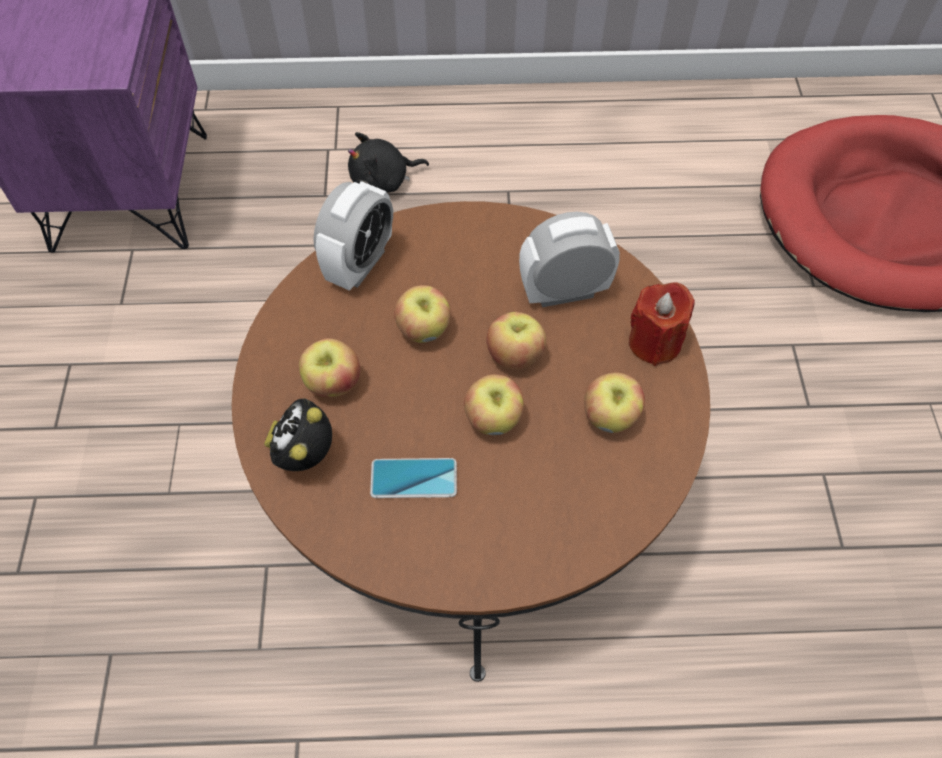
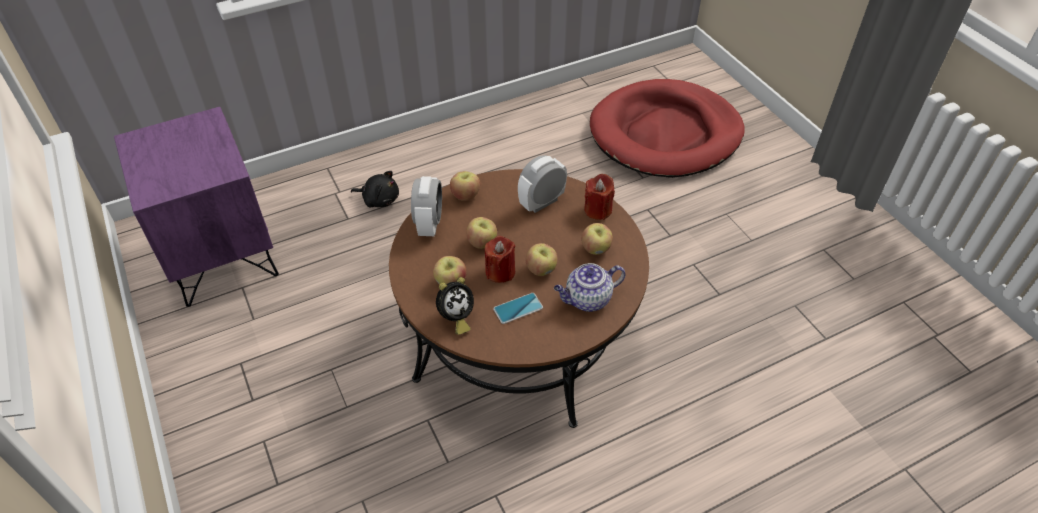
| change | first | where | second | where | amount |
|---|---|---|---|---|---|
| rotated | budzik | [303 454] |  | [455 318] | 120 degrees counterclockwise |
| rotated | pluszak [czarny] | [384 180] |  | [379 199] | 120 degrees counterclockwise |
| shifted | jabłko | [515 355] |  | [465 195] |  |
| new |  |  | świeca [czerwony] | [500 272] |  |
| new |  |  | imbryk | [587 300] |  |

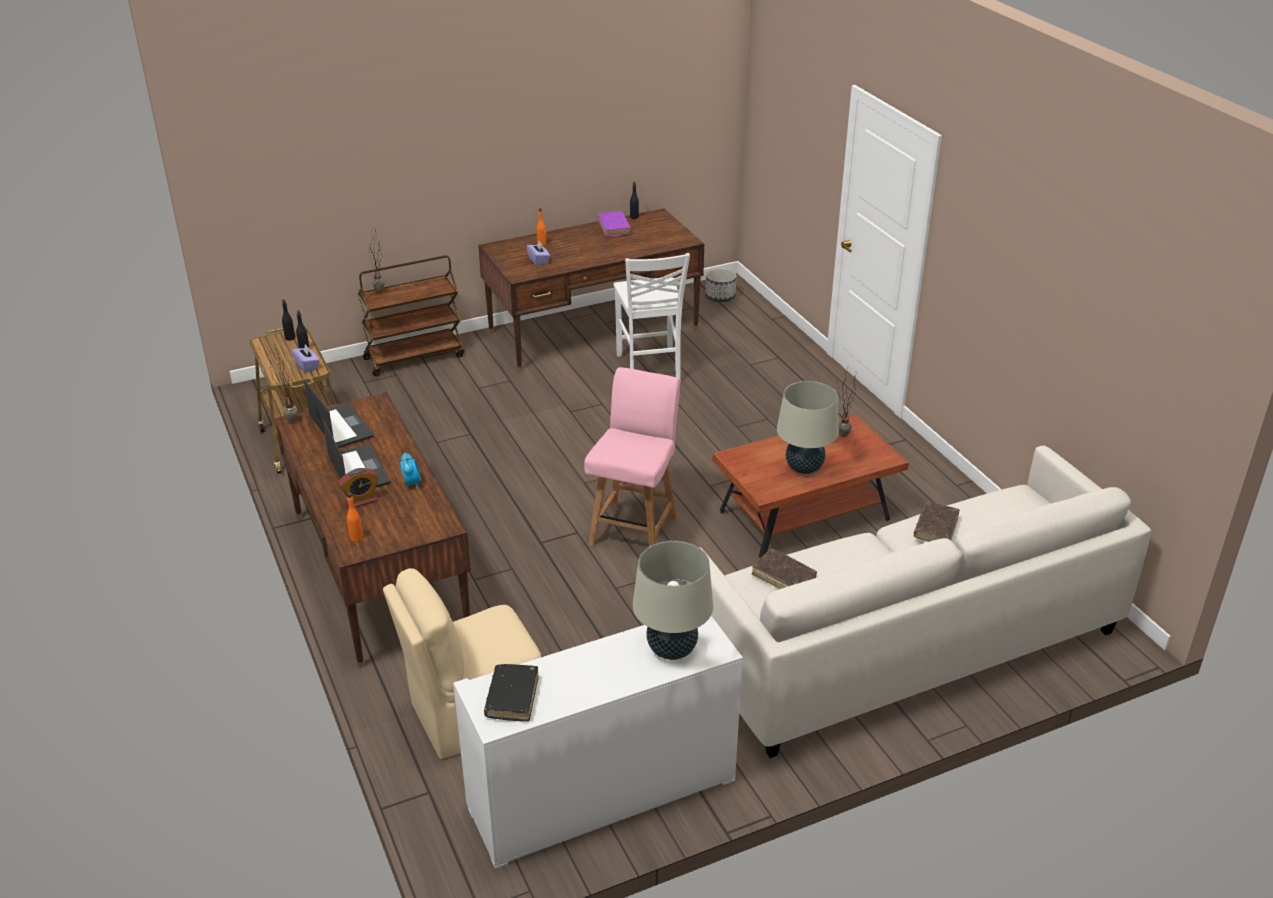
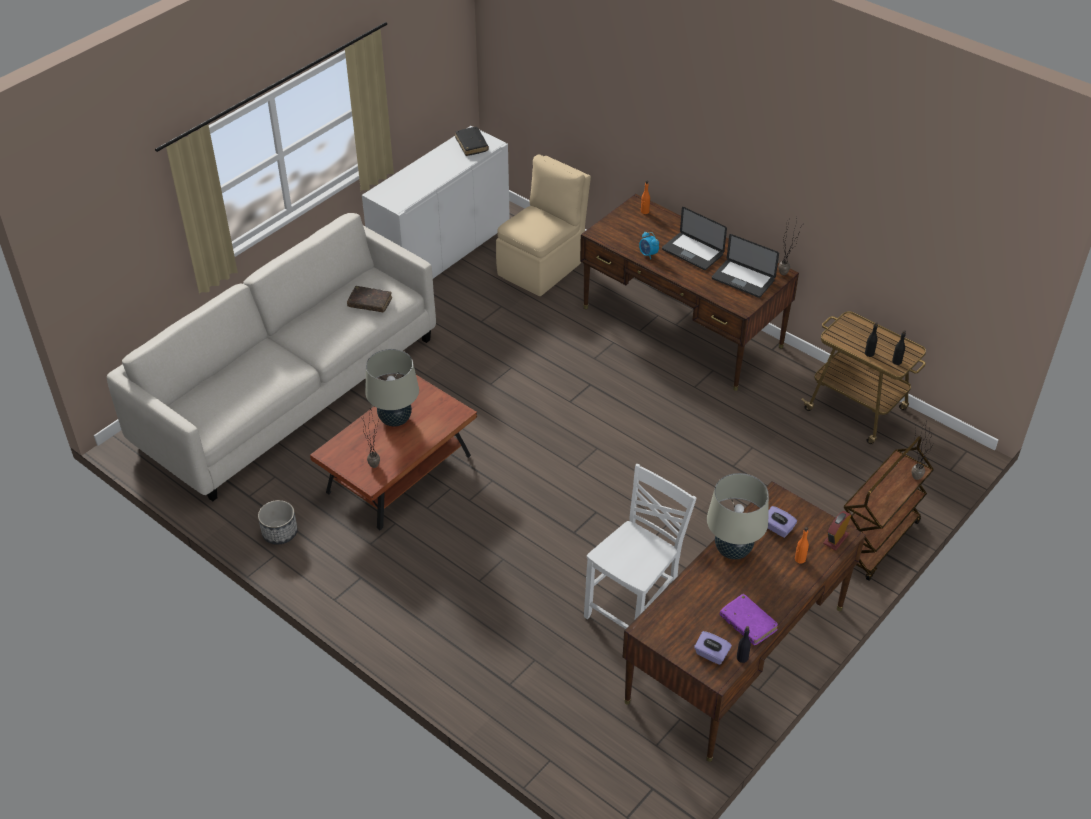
| change | first | where | second | where | amount |
|---|---|---|---|---|---|
| shifted | pudełko chusteczek [fioletowy] | [307 366] |  | [711 654] |  |
| shifted | budzik | [361 501] |  | [835 539] |  |
| gone | krzesło [różowy] | [634 529] |  |  |  |
| rotated | krzesło [biały] | [649 370] |  | [634 610] | 75 degrees clockwise |
| shifted | lampa stołowa [beżowy] | [671 650] |  | [733 550] |  |
| shifted | donica | [720 297] |  | [279 533] |  |
| gone | książka [brązowy] | [935 528] |  |  |  |

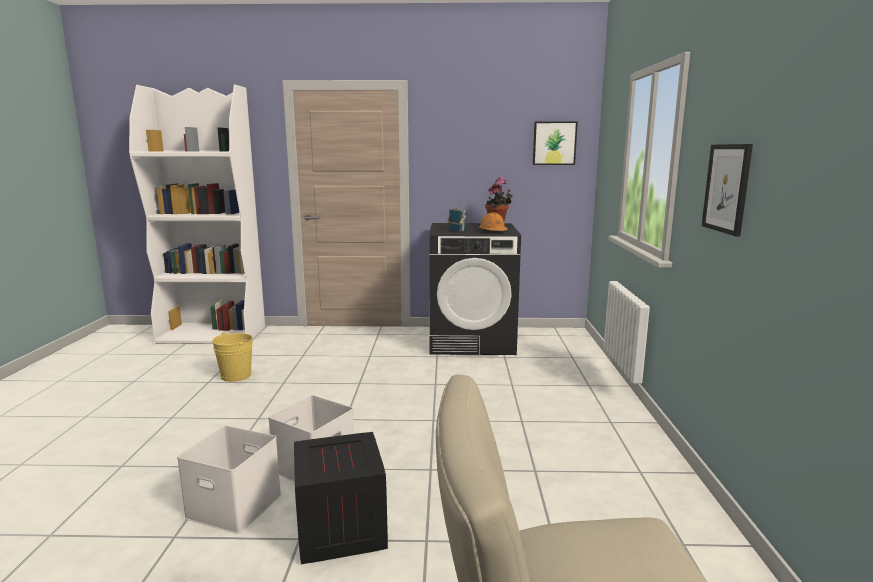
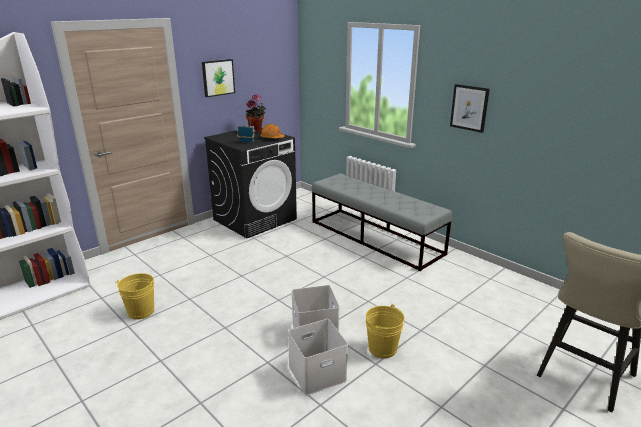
| change | first | where | second | where | amount |
|---|---|---|---|---|---|
| swapped | skrzynka | [339 528] | wiadro [żółty] | [382 348] |  |
| shifted | obraz | [554 143] |  | [218 77] |  |
| new |  |  | ławka [szary] | [375 237] |  |

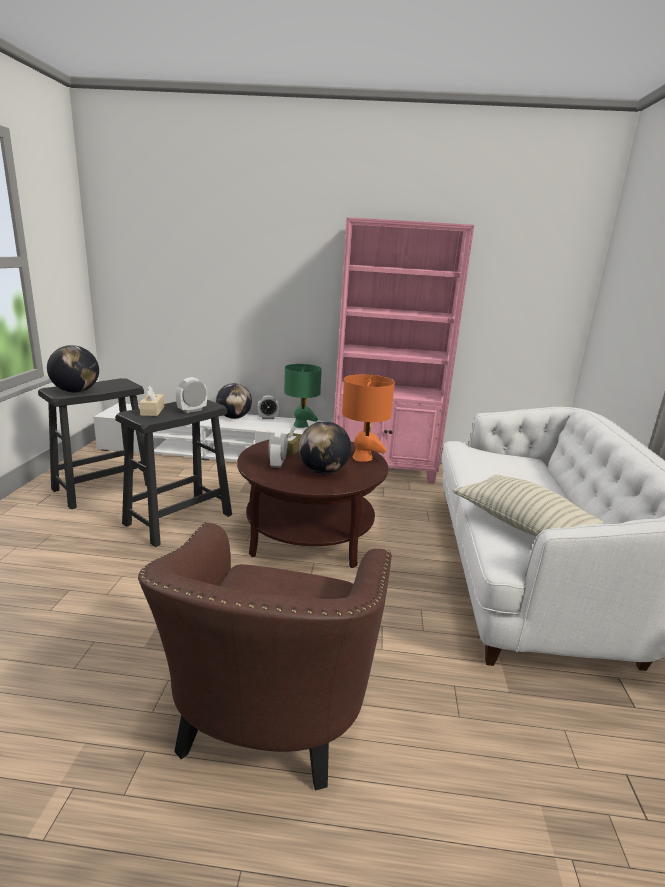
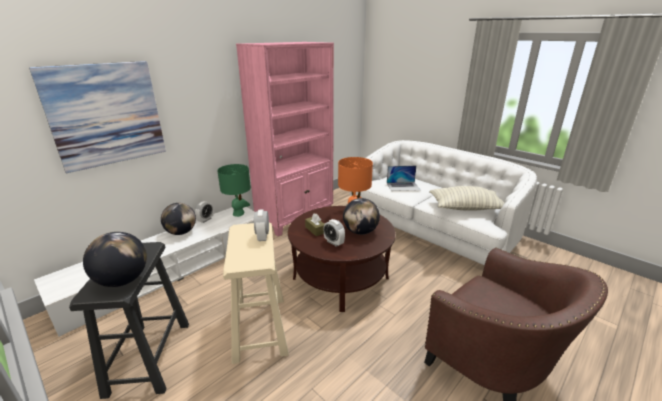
| change | first | where | second | where | amount |
|---|---|---|---|---|---|
| repainted | stołek [czarny] | [178 519] | stołek [beżowy] | [260 329] |  |
| gone | pudełko chusteczek [beżowy] | [152 411] |  |  |  |
| new |  |  | obraz | [106 115] |  |
| new |  |  | laptop | [403 186] |  |

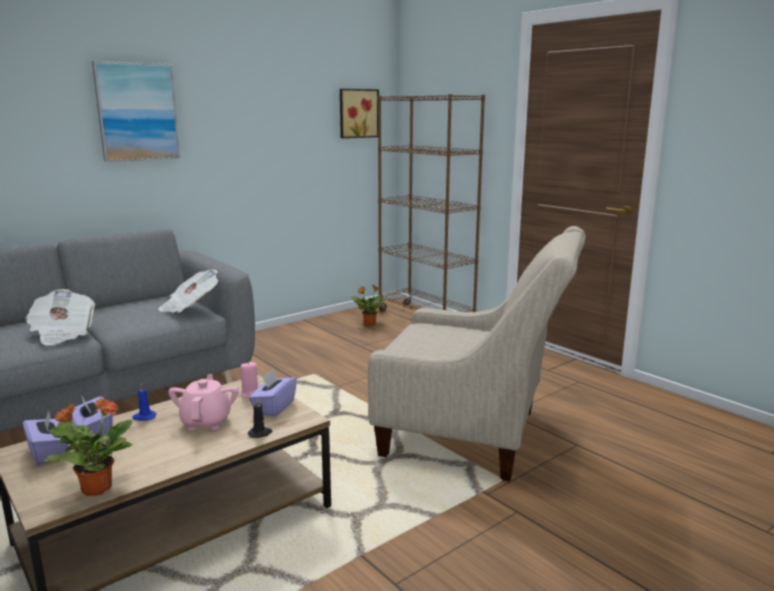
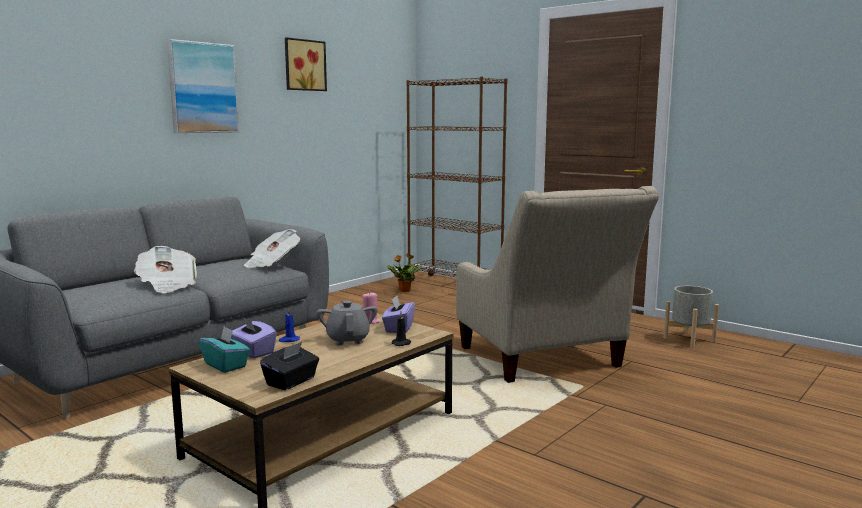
| change | first | where | second | where | amount |
|---|---|---|---|---|---|
| repainted | pudełko chusteczek [fioletowy] | [49 452] | pudełko chusteczek [turkusowy] | [226 365] |  |
| swapped | roślina doniczkowa | [95 488] | pudełko chusteczek [czarny] | [291 382] |  |
| repainted | imbryk [różowy] | [206 422] | imbryk [szary] | [348 340] |  |
| shifted | obraz | [357 113] |  | [304 65] |  |
| rotated | fotel [beżowy] | [474 435] |  | [544 361] | 60 degrees clockwise |
| new |  |  | donica [szary] | [689 339] |  |

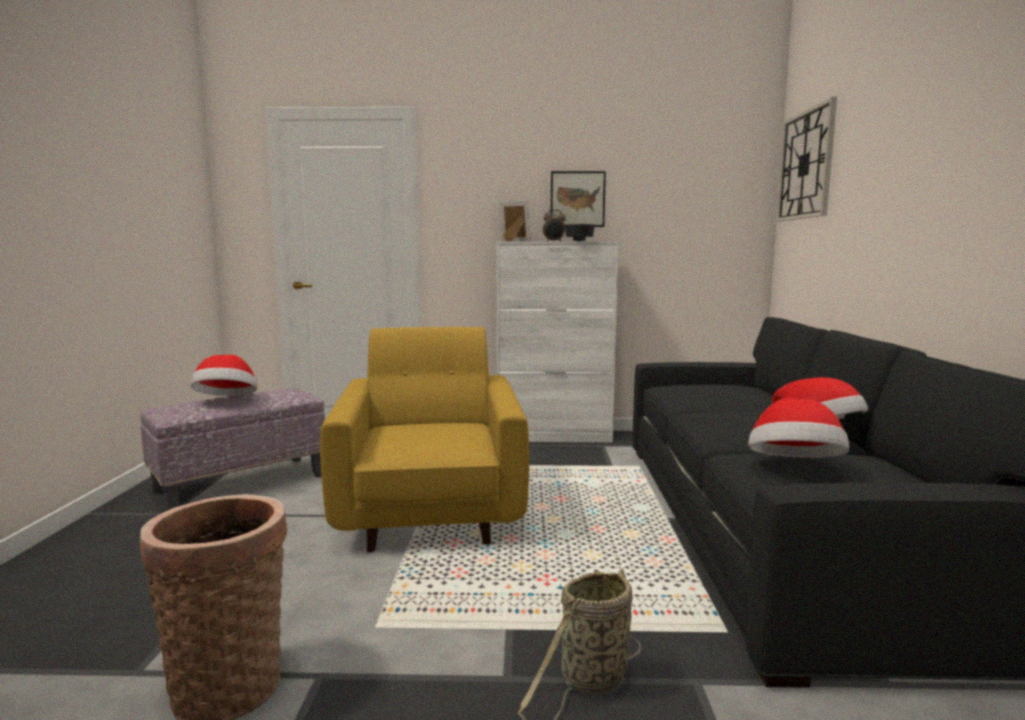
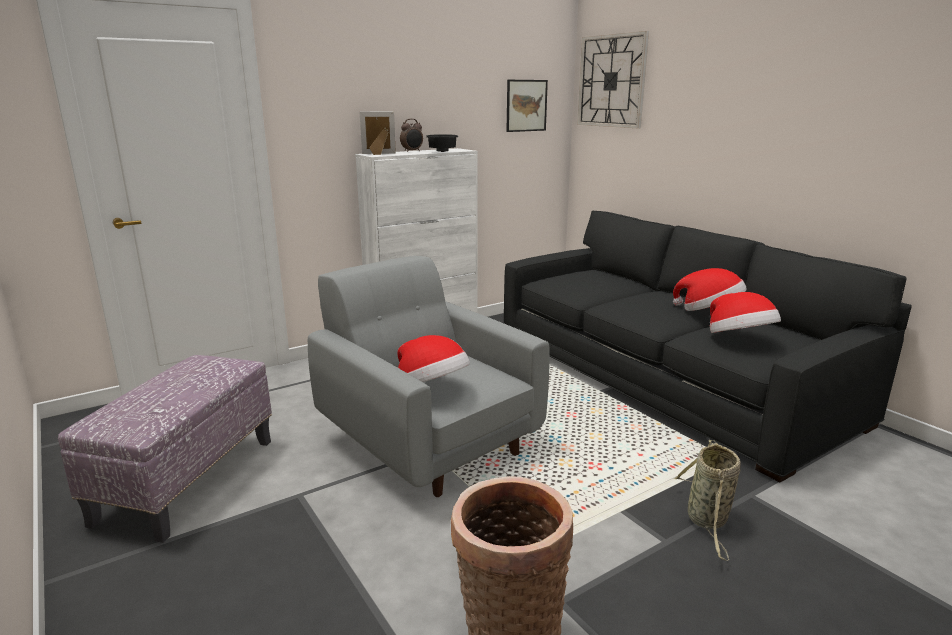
| change | first | where | second | where | amount |
|---|---|---|---|---|---|
| shifted | kapelusz | [227 401] |  | [432 389] |  |
| repainted | fotel [żółty] | [431 509] | fotel [szary] | [428 440] |  |
| shifted | obraz | [577 199] |  | [526 105] |  |

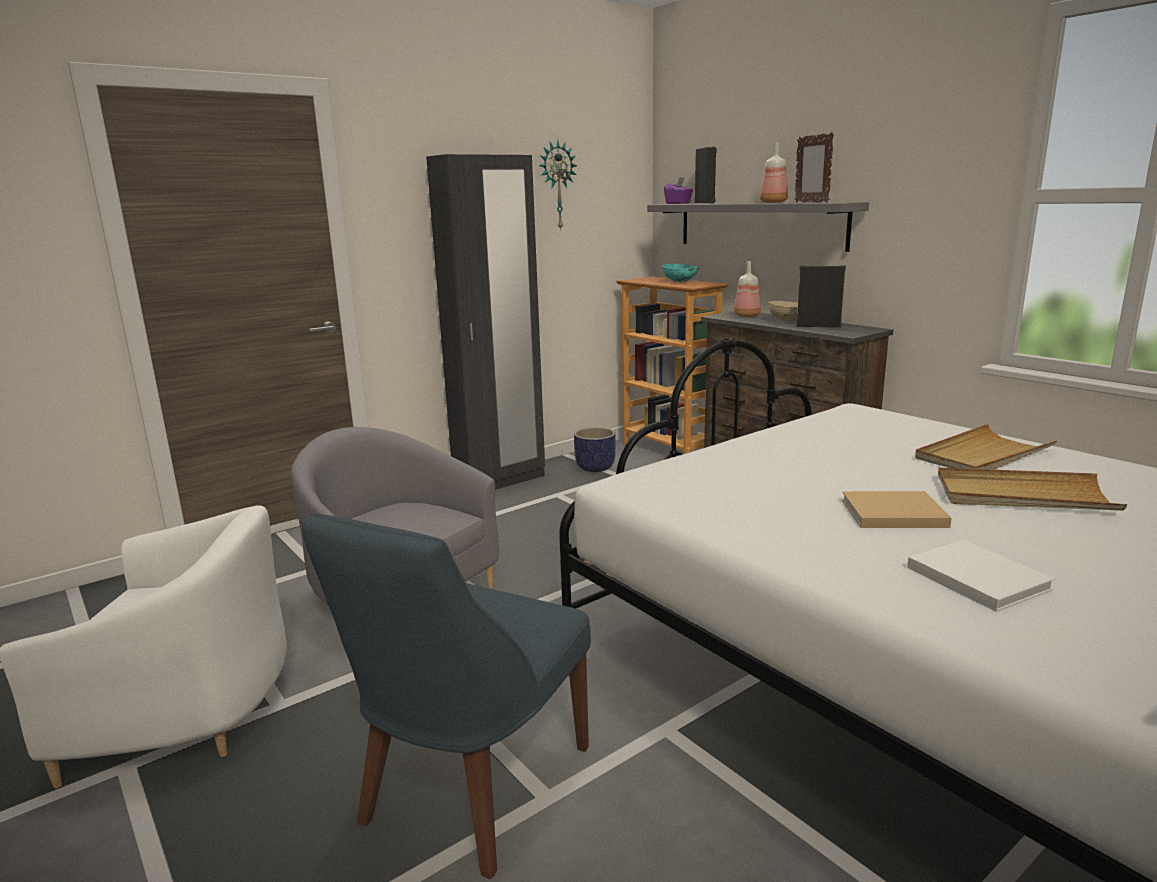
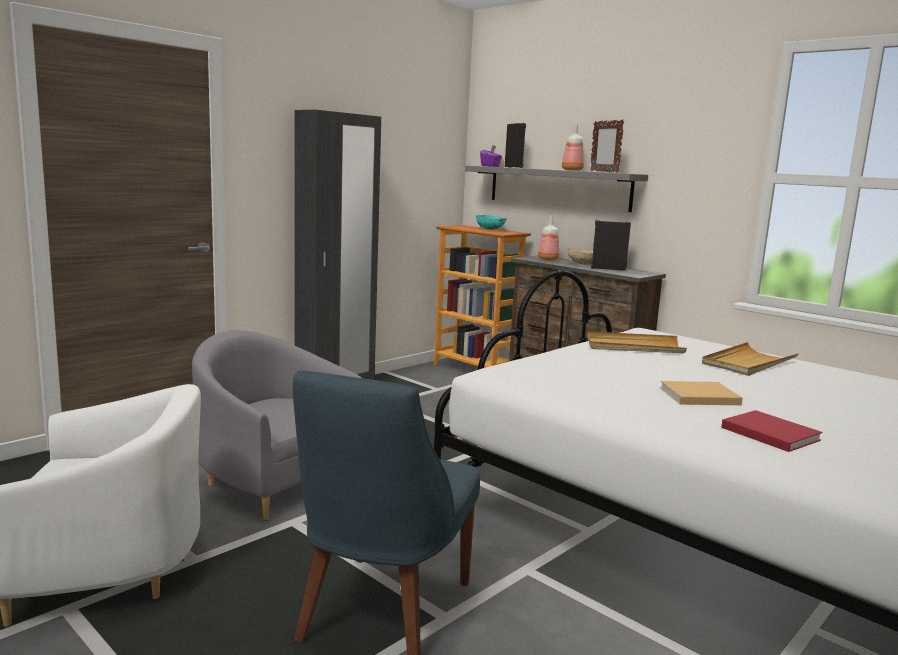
| change | first | where | second | where | amount |
|---|---|---|---|---|---|
| gone | zegar ścienny | [556 185] |  |  |  |
| gone | donica | [595 467] |  |  |  |
| repainted | książka [biały] | [974 577] | książka [czerwony] | [768 433] |  |
| shifted | taca [beżowy] | [1022 496] |  | [633 347] |  |

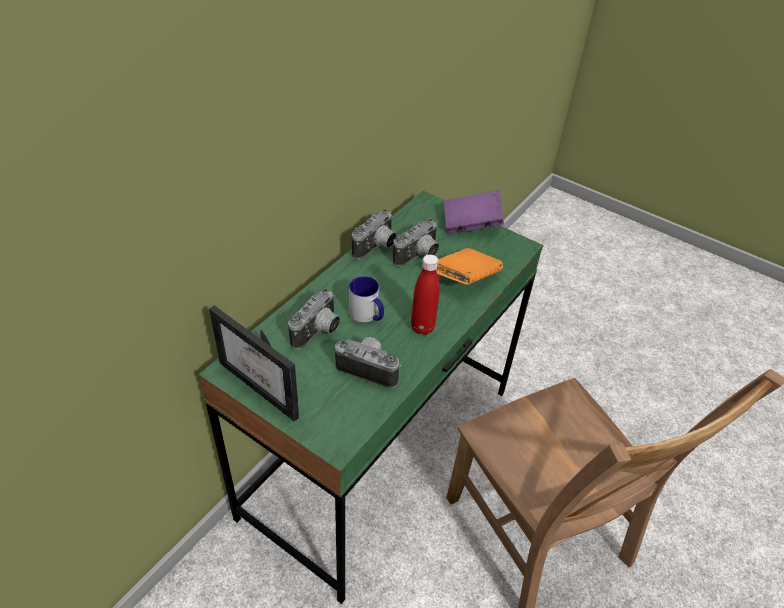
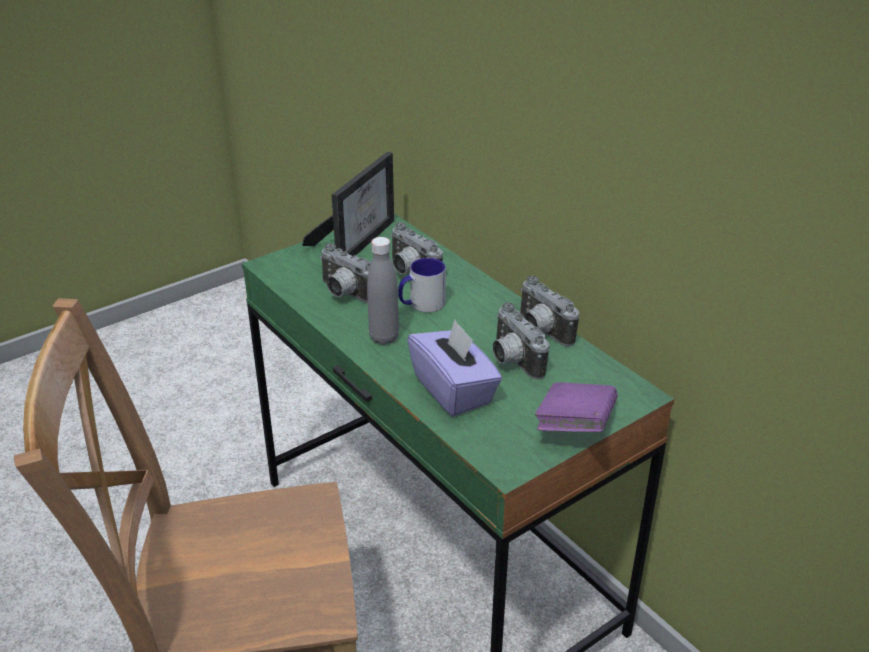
| change | first | where | second | where | amount |
|---|---|---|---|---|---|
| rotated | ramka na zdjęcie | [268 384] |  | [358 239] | 150 degrees clockwise |
| rotated | aparat fotograficzny | [369 368] |  | [344 294] | 90 degrees clockwise |
| repainted | butelka [czerwony] | [422 327] | butelka [szary] | [384 338] |  |
| swapped | książka [pomarańczowy] | [465 279] | pudełko chusteczek [fioletowy] | [454 390] |  |

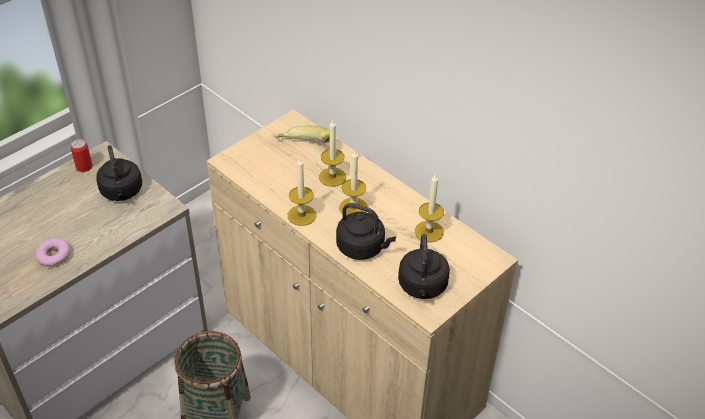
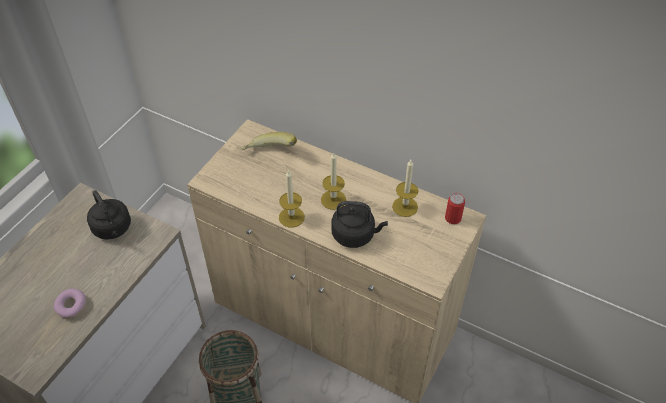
| change | first | where | second | where | amount |
|---|---|---|---|---|---|
| shifted | puszka | [84 167] |  | [453 218] |  |
| gone | świeca | [332 177] |  |  |  |
| gone | czajnik [czarny] | [422 287] |  |  |  |

